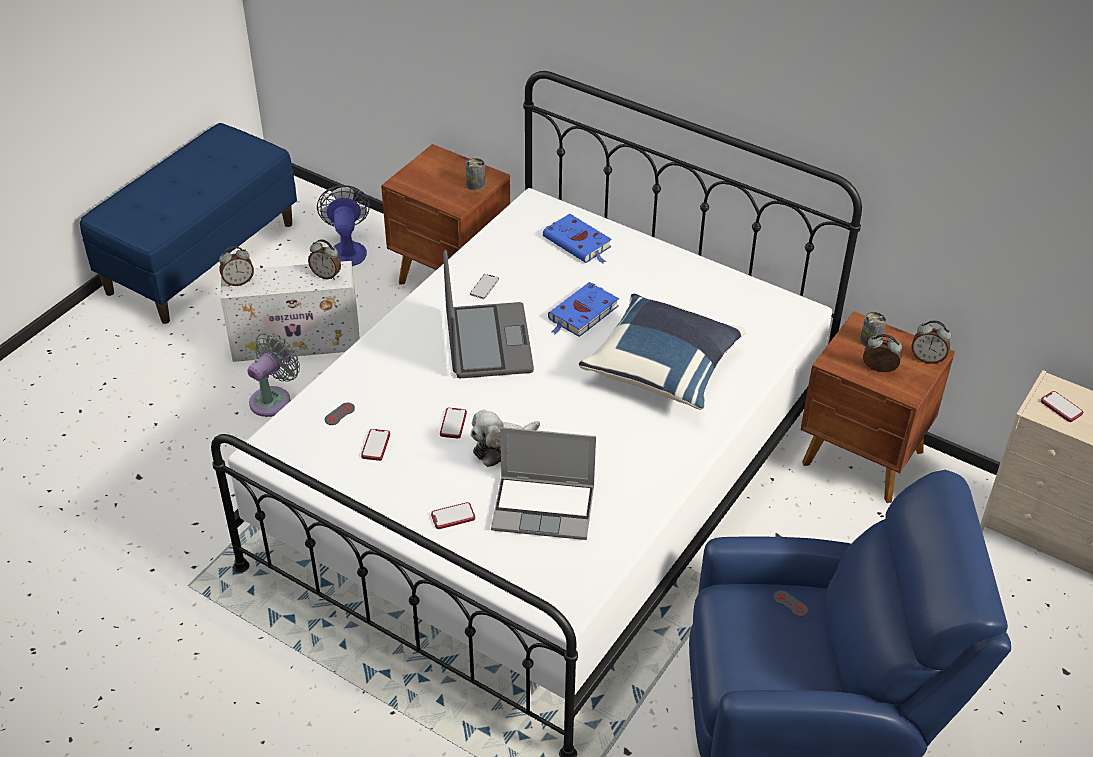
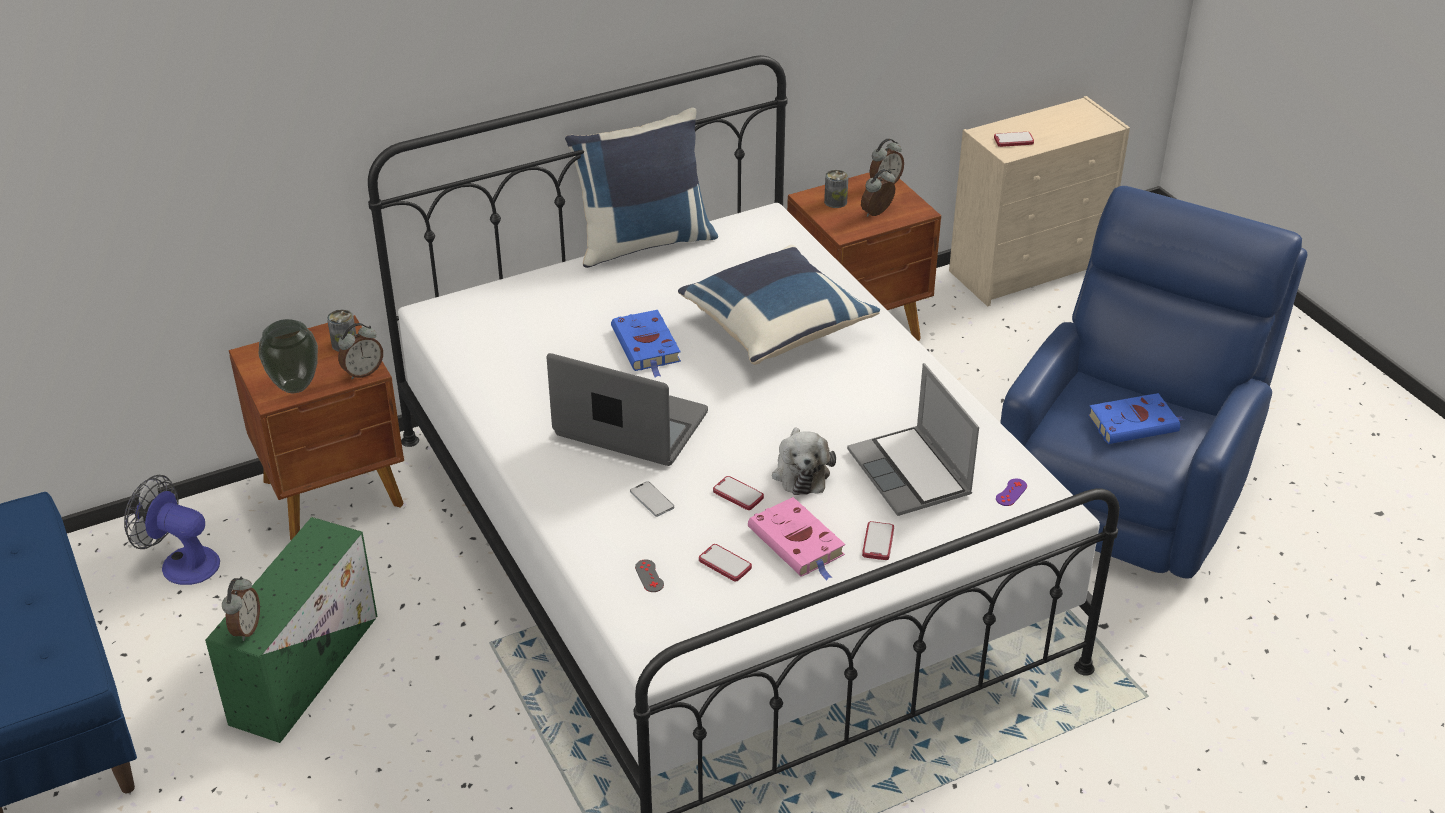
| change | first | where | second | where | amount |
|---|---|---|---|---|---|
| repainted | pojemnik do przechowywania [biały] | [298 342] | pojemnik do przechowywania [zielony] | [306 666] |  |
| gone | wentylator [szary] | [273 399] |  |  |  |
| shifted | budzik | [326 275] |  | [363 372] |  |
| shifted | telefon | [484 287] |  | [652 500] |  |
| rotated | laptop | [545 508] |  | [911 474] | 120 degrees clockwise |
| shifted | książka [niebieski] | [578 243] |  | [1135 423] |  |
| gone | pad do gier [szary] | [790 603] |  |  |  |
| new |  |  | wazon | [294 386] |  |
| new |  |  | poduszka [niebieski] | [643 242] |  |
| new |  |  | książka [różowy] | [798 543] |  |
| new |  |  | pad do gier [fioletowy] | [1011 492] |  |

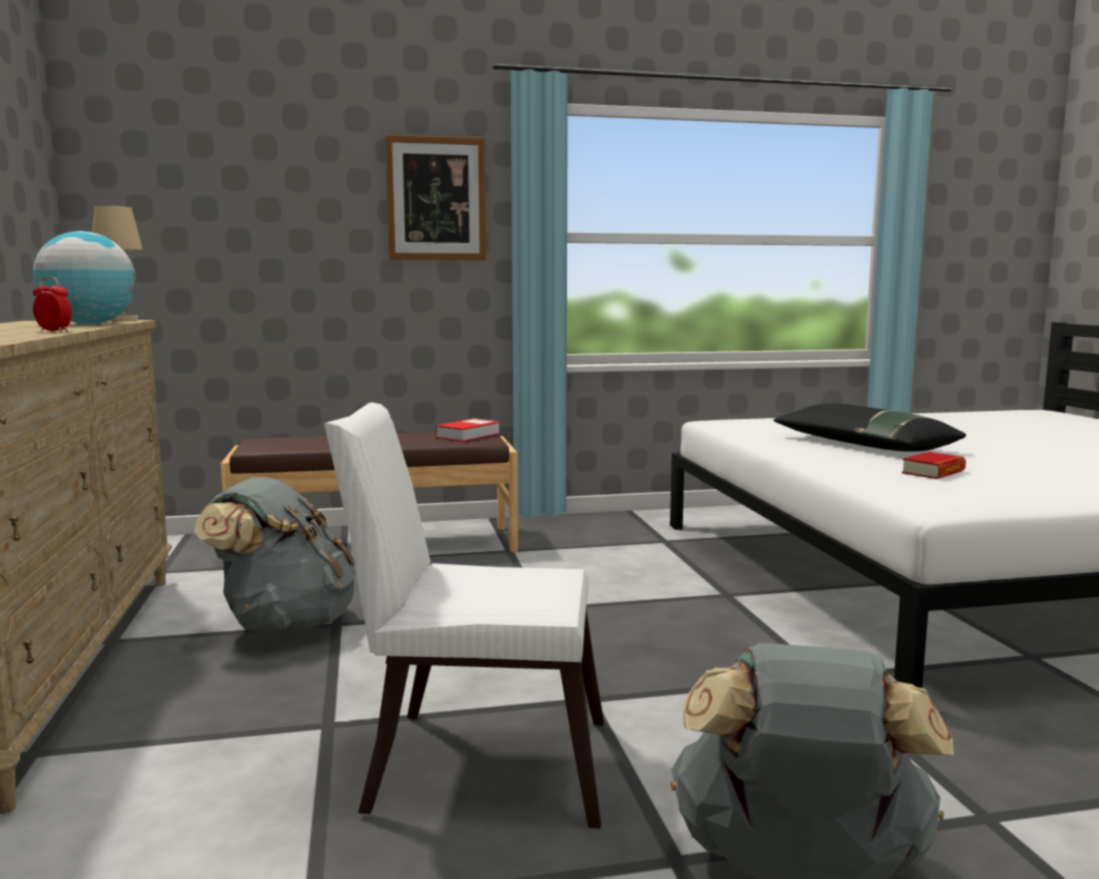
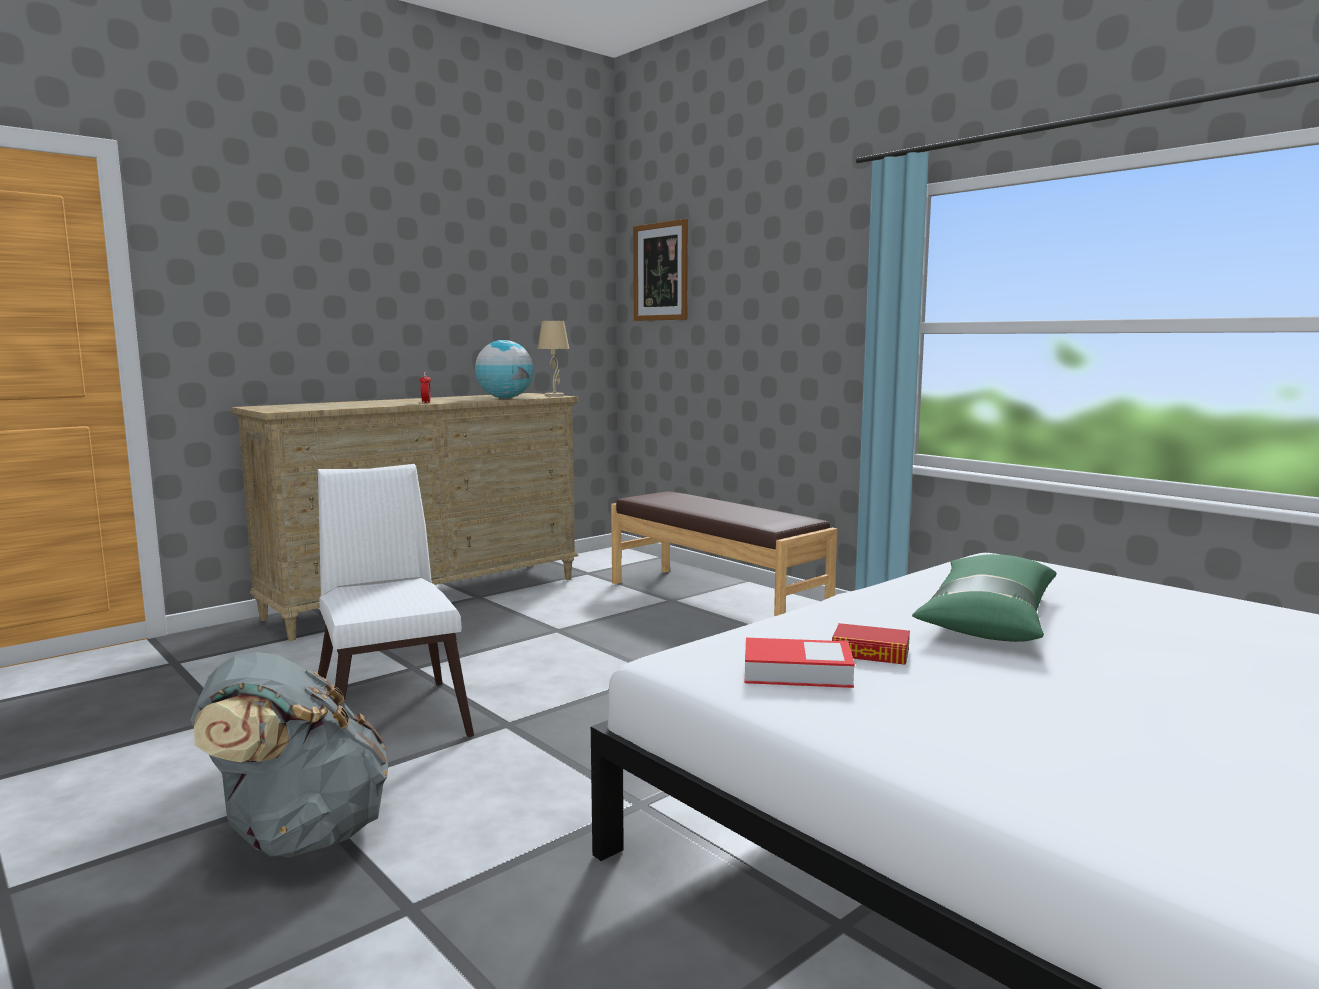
| change | first | where | second | where | amount |
|---|---|---|---|---|---|
| gone | plecak [szary] | [284 625] |  |  |  |
| shifted | obraz | [436 199] |  | [661 272] |  |
| shifted | książka | [468 435] |  | [797 672] |  |
| repainted | poduszka [czarny] | [863 445] | poduszka [zielony] | [988 616] |  |

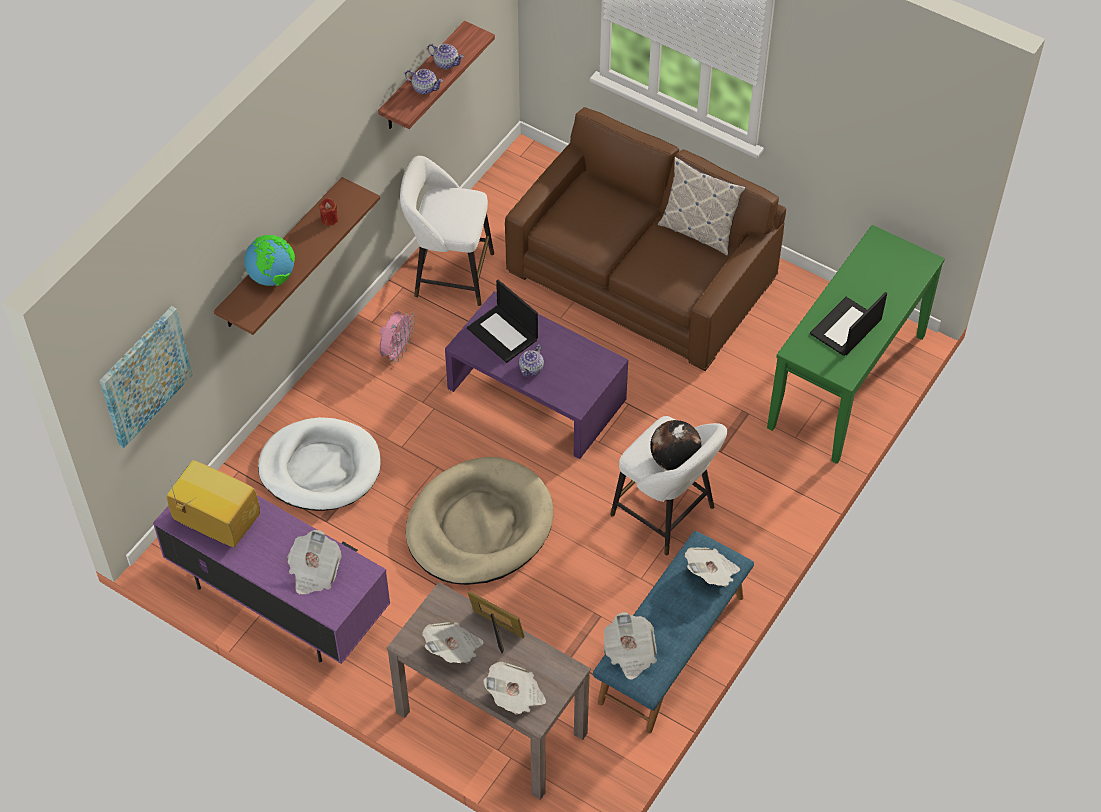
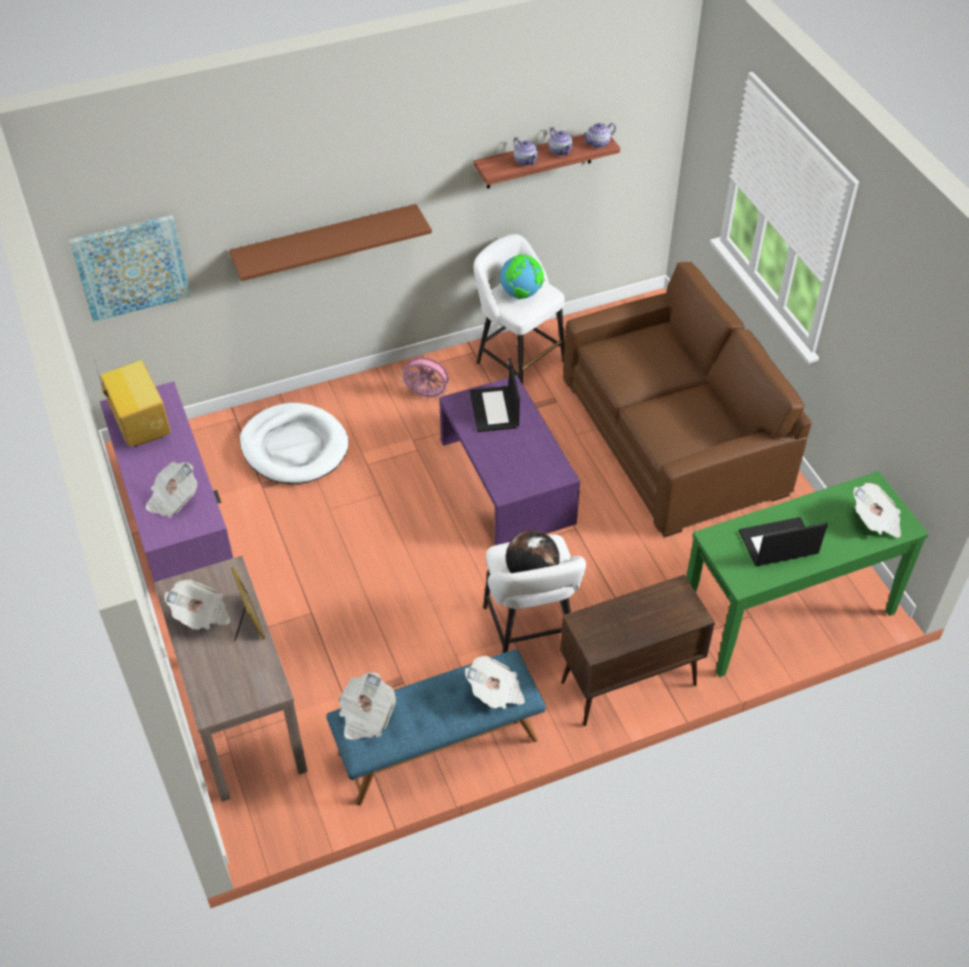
| change | first | where | second | where | amount |
|---|---|---|---|---|---|
| shifted | globus | [272 277] |  | [521 294] |  |
| gone | świeca [czerwony] | [329 219] |  |  |  |
| rotated | wentylator [różowy] | [396 351] |  | [427 395] | 45 degrees clockwise |
| gone | legowisko [beżowy] | [479 526] |  |  |  |
| shifted | gazeta | [515 696] |  | [875 521] |  |
| shifted | imbryk | [531 368] |  | [598 143] |  |
| gone | poduszka | [698 231] |  |  |  |
| new |  |  | szafka [brązowy] | [627 684] |  |

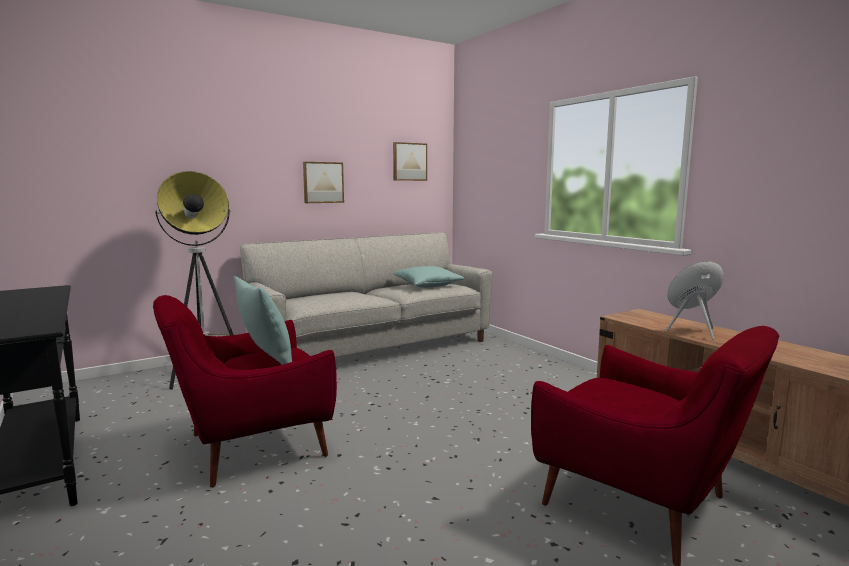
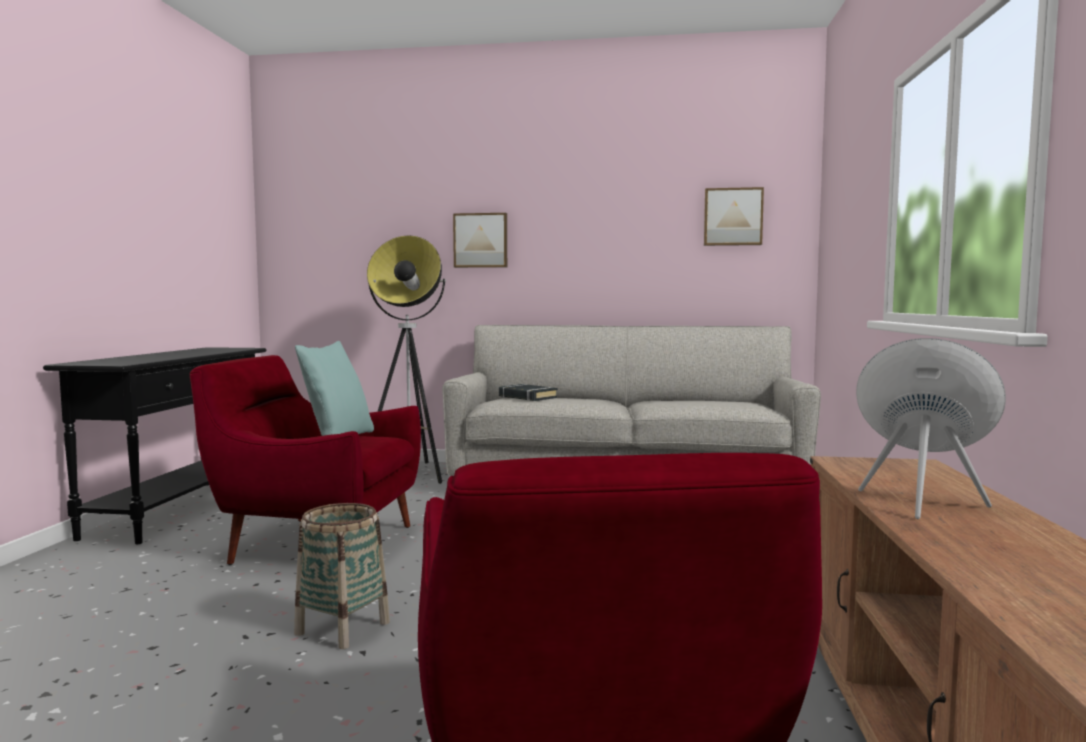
| change | first | where | second | where | amount |
|---|---|---|---|---|---|
| shifted | obraz | [323 182] |  | [481 240] |  |
| gone | poduszka [turkusowy] | [427 286] |  |  |  |
| new |  |  | koszyk | [342 628] |  |
| new |  |  | książka [czarny] | [527 397] |  |

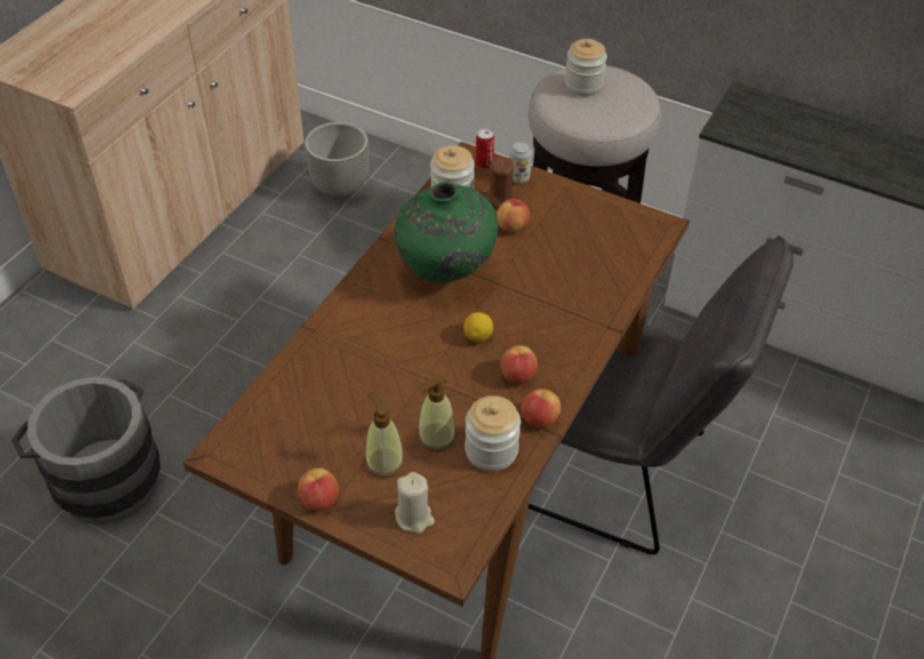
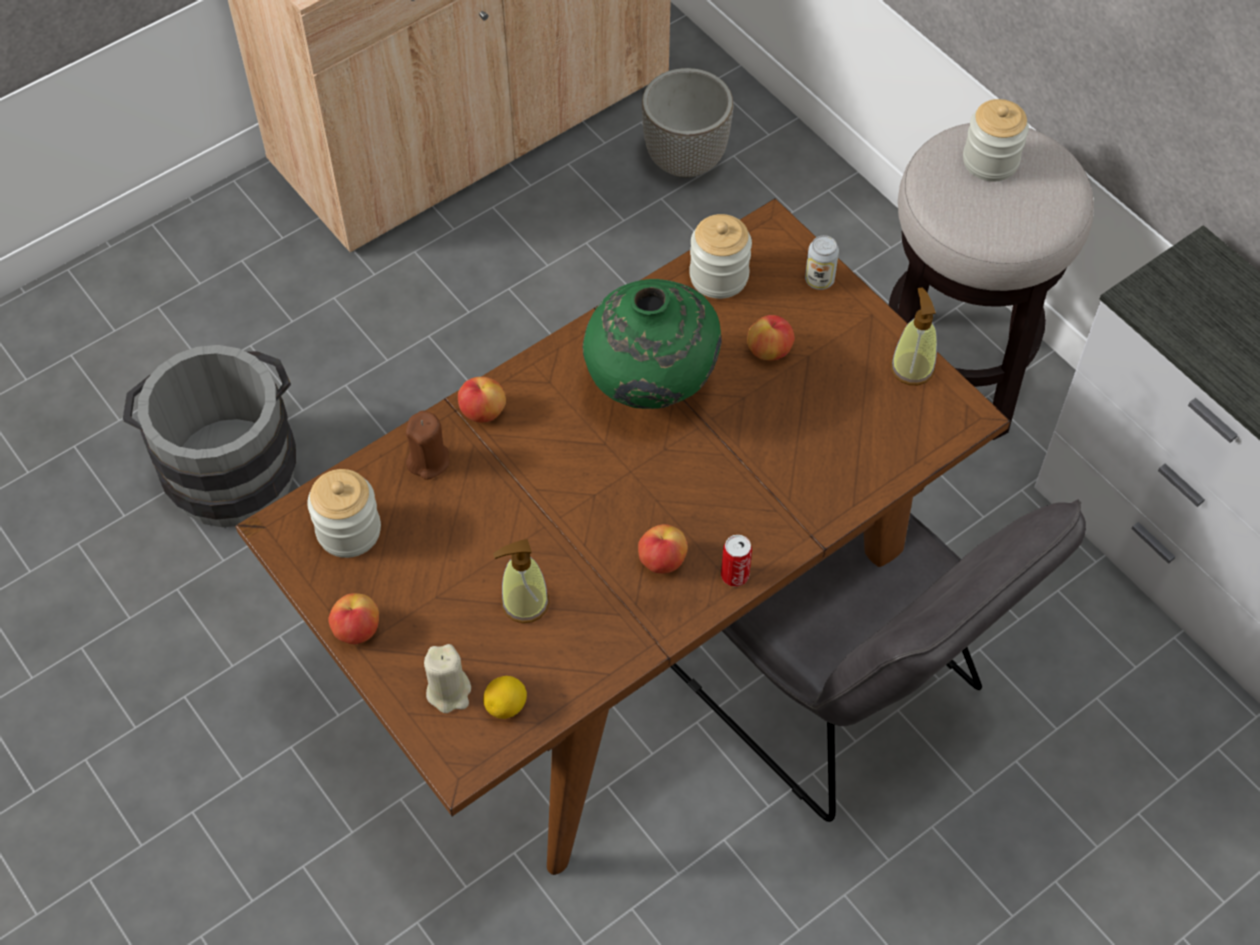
| change | first | where | second | where | amount |
|---|---|---|---|---|---|
| shifted | dozownik mydła | [384 462] |  | [912 367] |  |
| shifted | cytryna | [478 336] |  | [506 706] |  |
| shifted | słoik | [491 450] |  | [349 531] |  |
| shifted | puszka | [484 164] |  | [735 575] |  |
| shifted | świeca [brązowy] | [499 199] |  | [429 460] |  |
| shifted | jabłko | [539 419] |  | [482 412] |  |

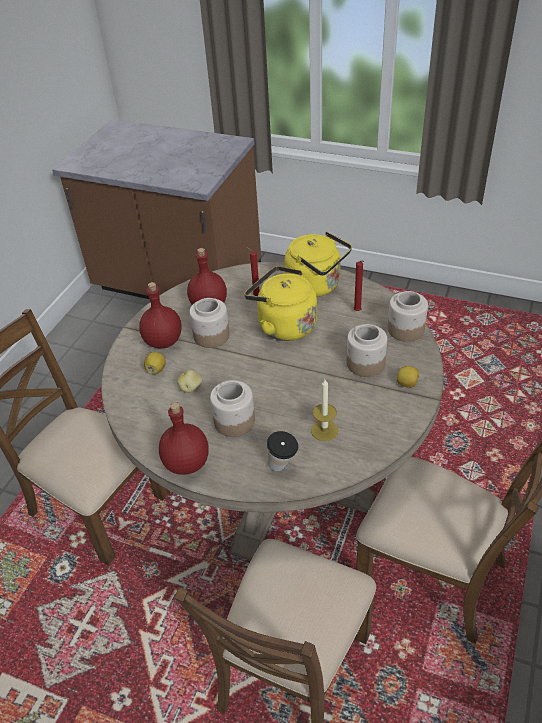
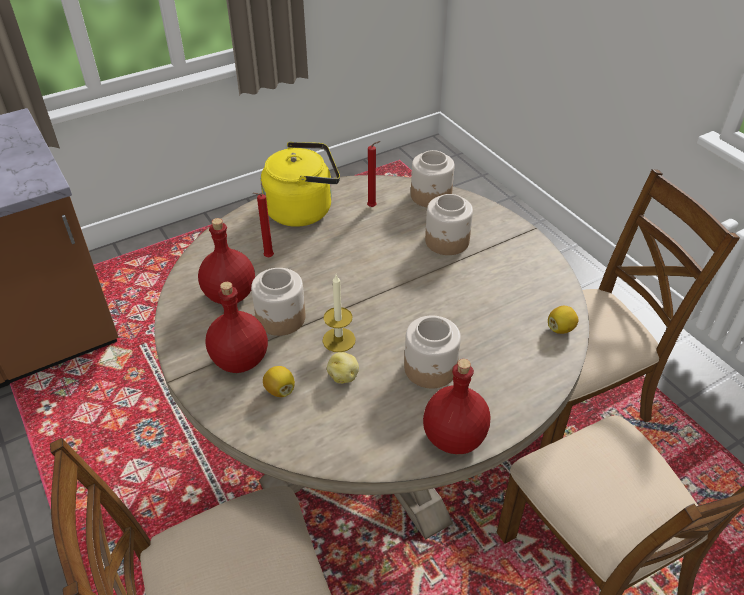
| change | first | where | second | where | amount |
|---|---|---|---|---|---|
| gone | czajnik [żółty] | [283 325] |  |  |  |
| gone | filiżanka | [282 466] |  |  |  |
| shifted | świeca | [324 430] |  | [339 340] |  |
| shifted | cytryna | [407 384] |  | [560 328] |  |

